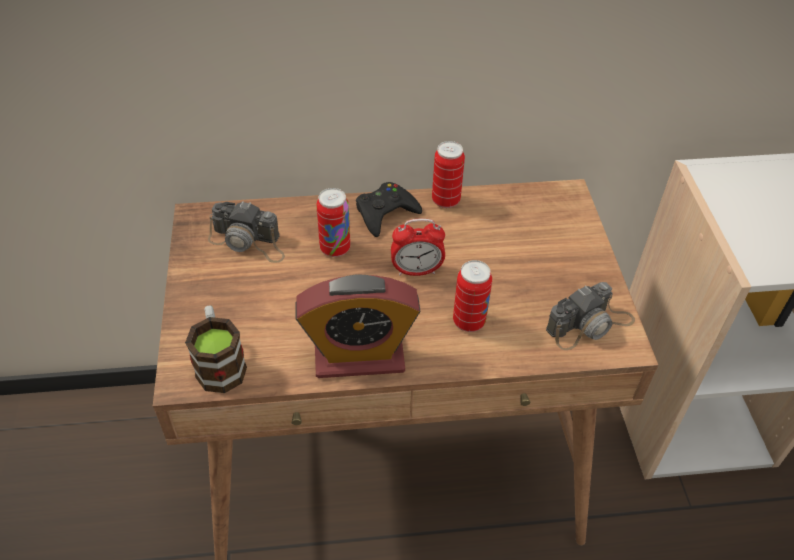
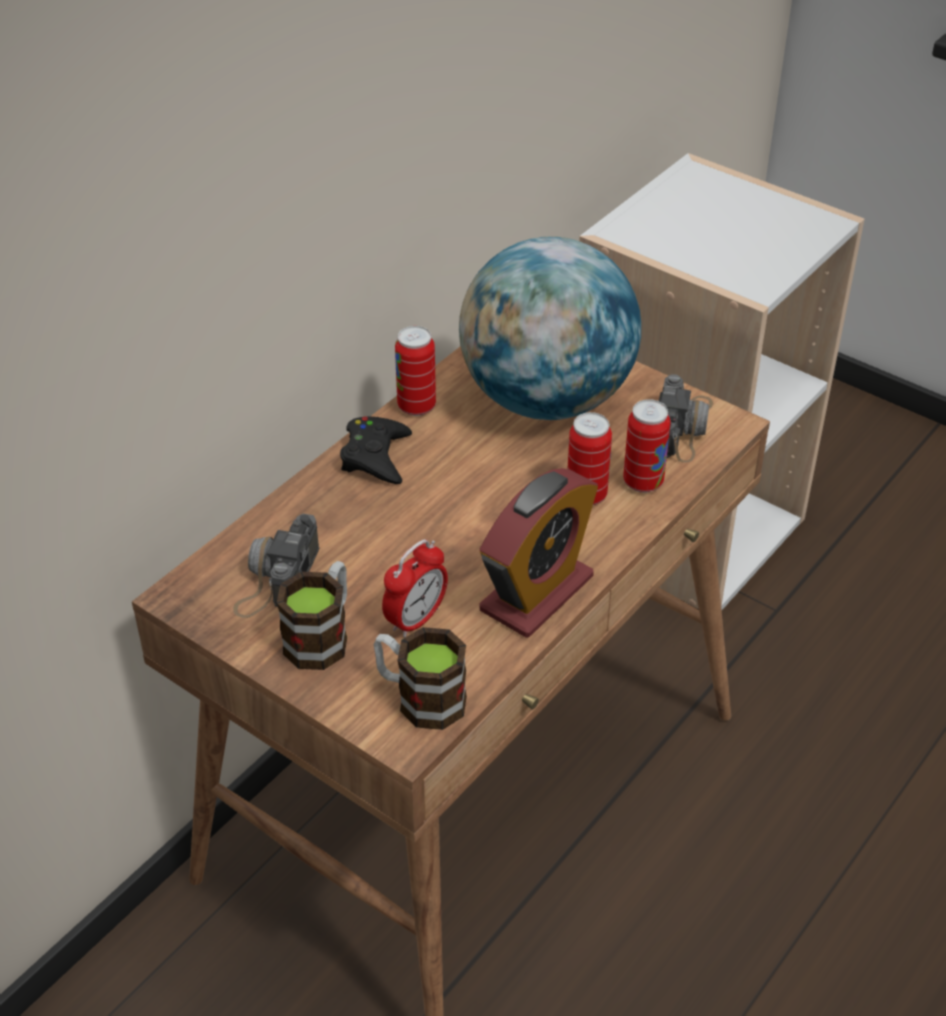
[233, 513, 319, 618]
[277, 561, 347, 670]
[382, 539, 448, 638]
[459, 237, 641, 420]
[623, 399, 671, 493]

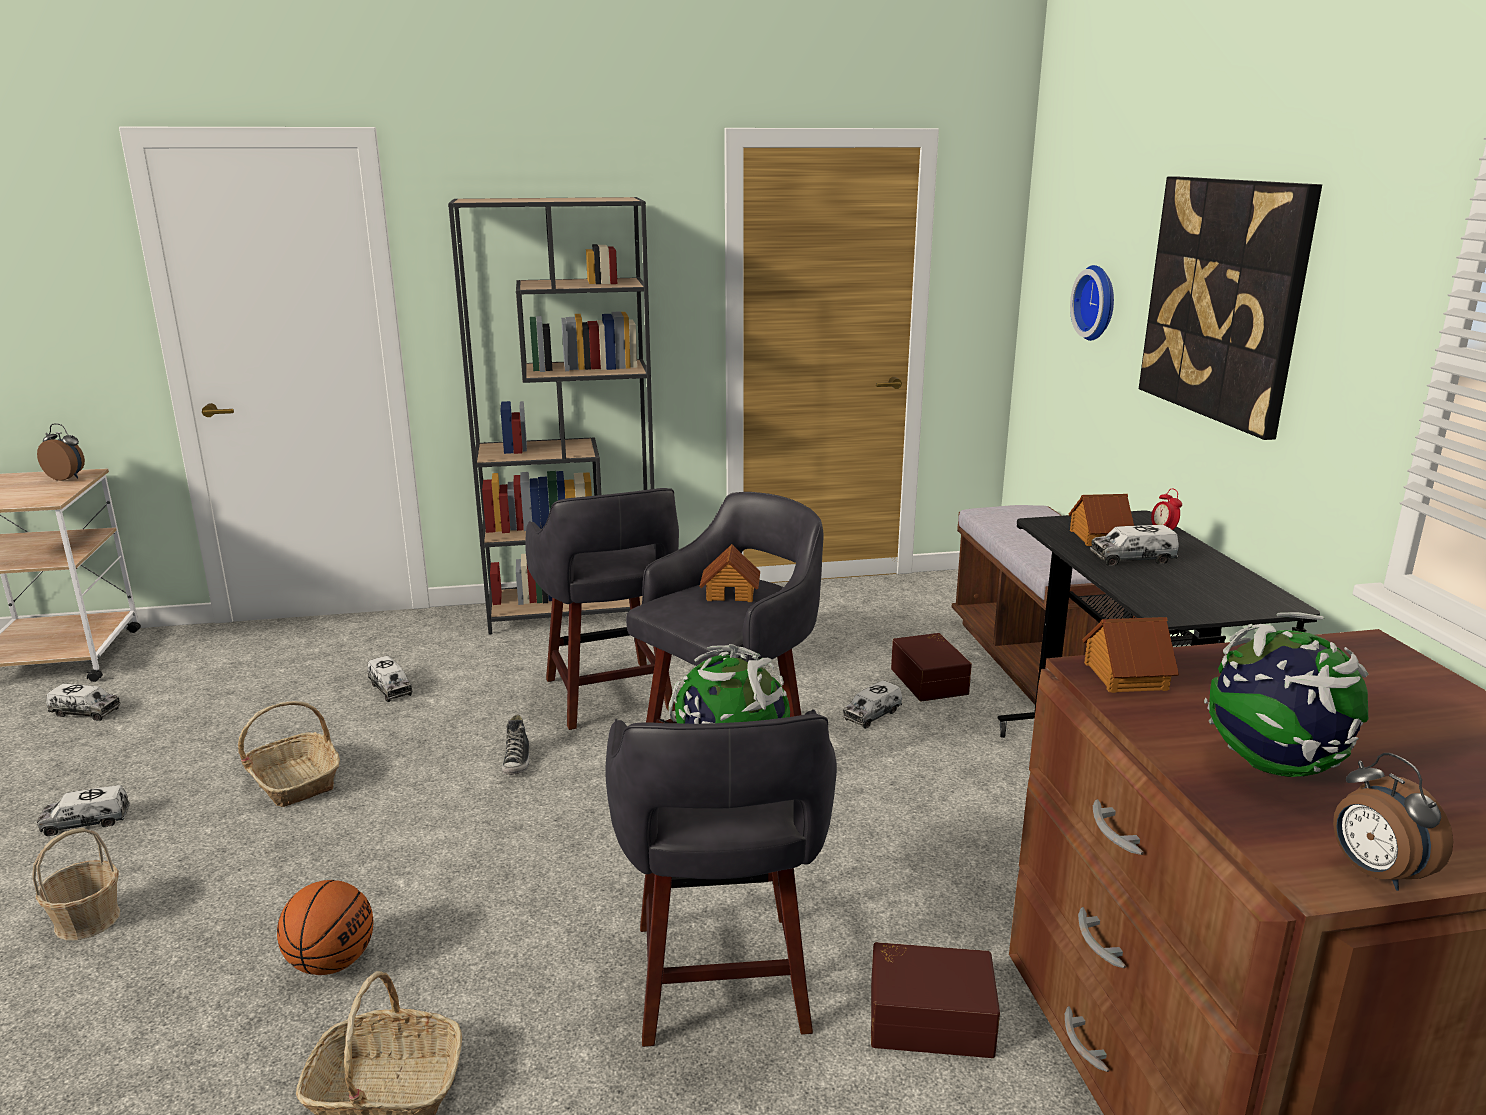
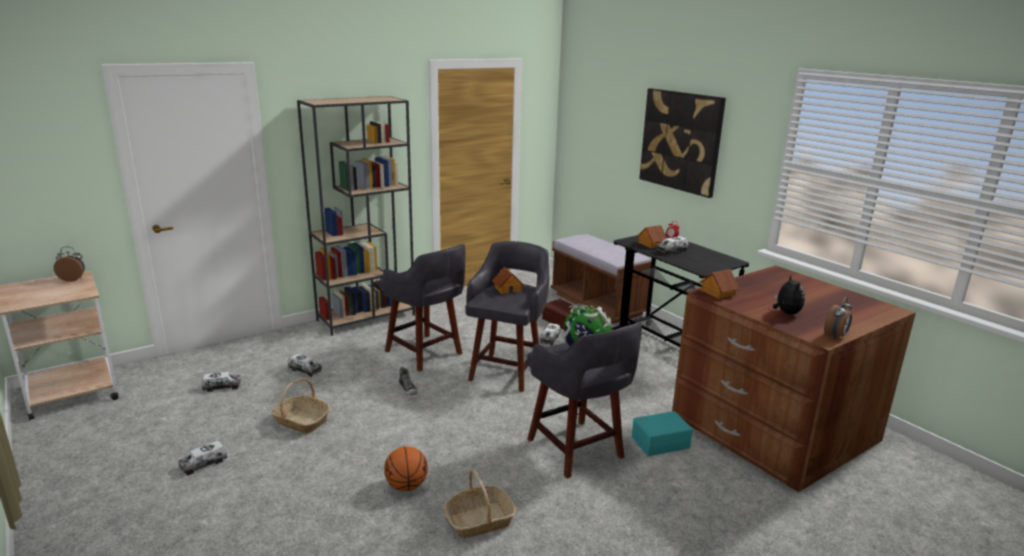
[202, 372, 241, 392]
[632, 411, 693, 456]
[773, 276, 805, 315]
[824, 297, 852, 339]
[32, 828, 120, 940] (first image)
[1070, 265, 1114, 341] (first image)

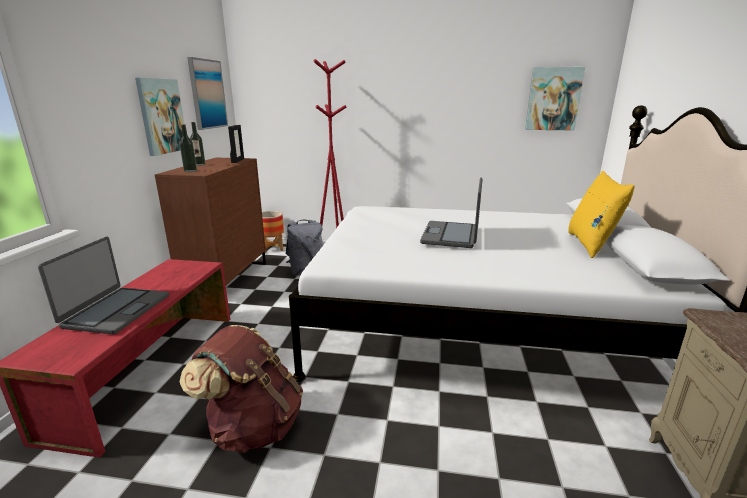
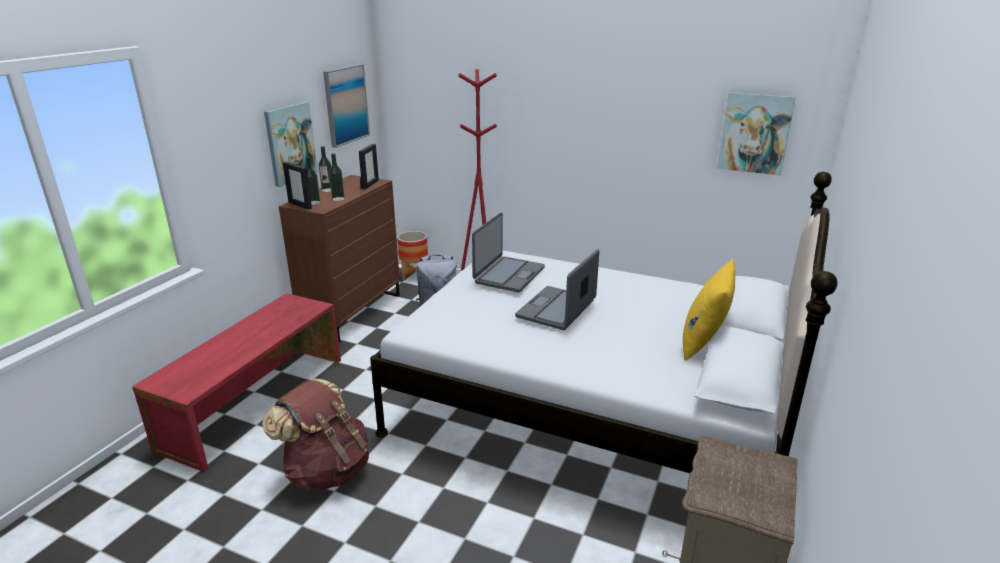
[283, 162, 312, 210]
[329, 153, 345, 201]
[472, 212, 545, 293]

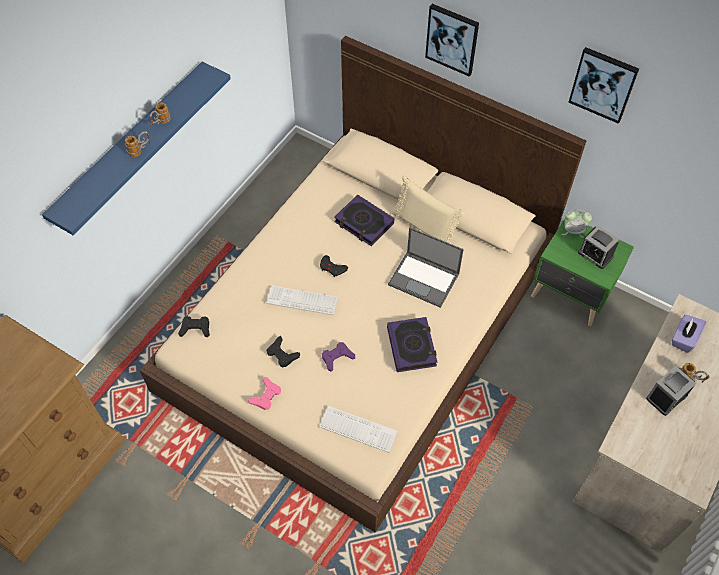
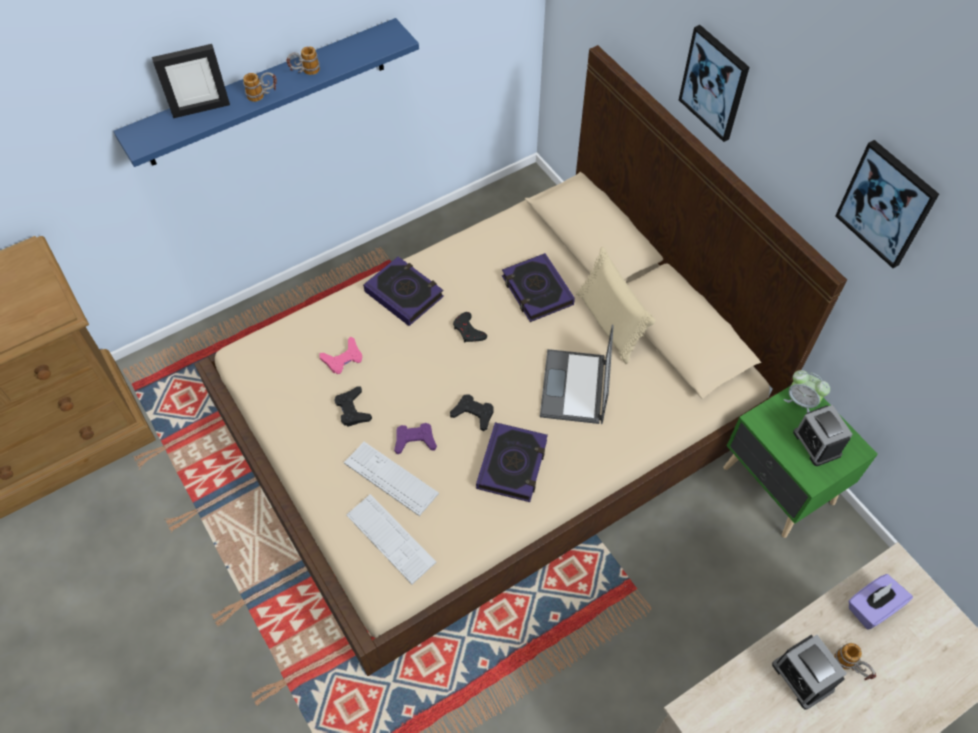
[152, 44, 230, 118]
[320, 337, 363, 374]
[344, 442, 439, 516]
[363, 257, 444, 326]
[450, 394, 494, 431]
[540, 325, 614, 424]
[772, 635, 847, 710]

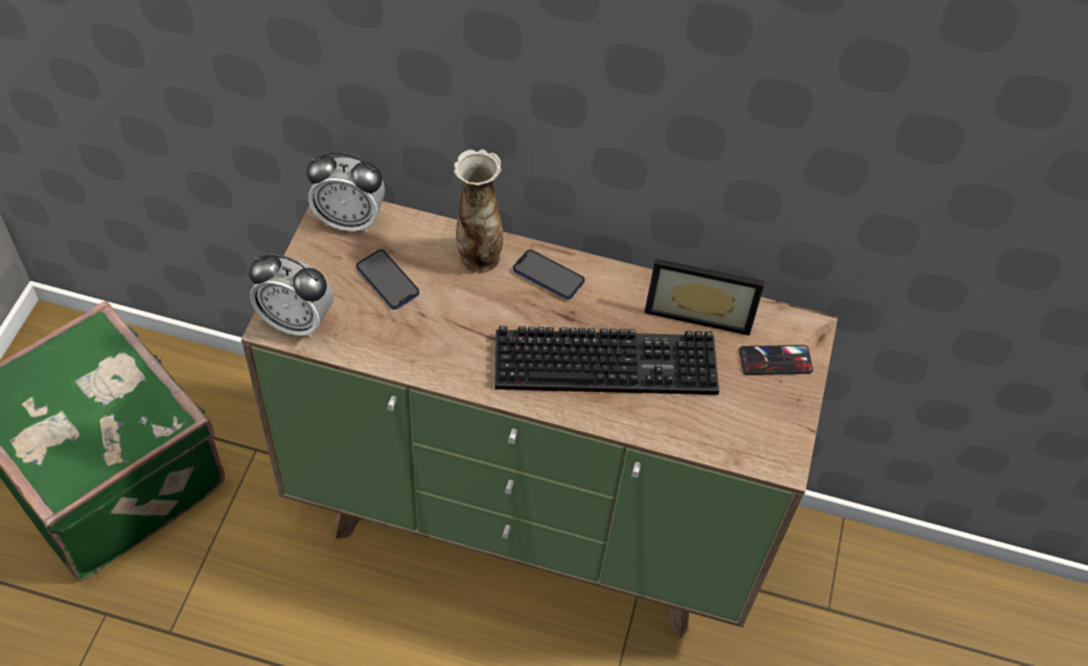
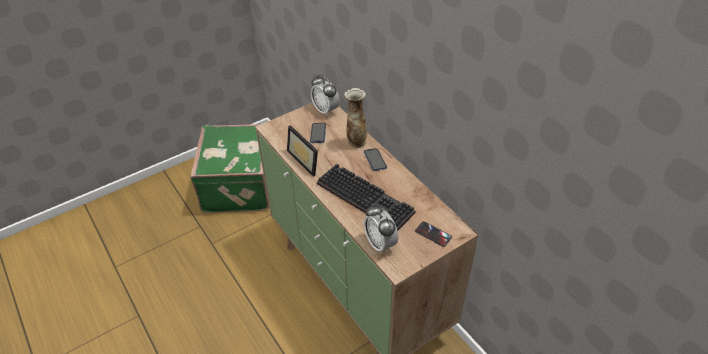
[287, 125, 318, 177]
[364, 204, 398, 254]

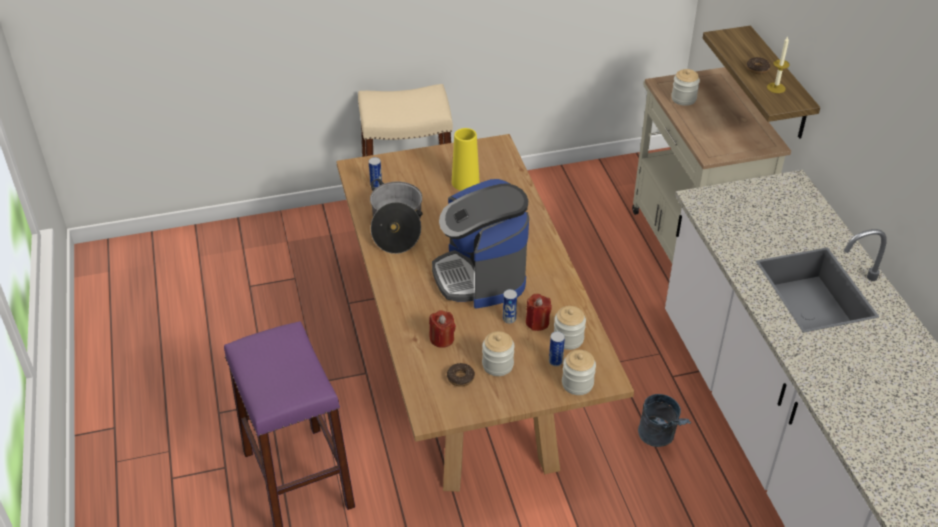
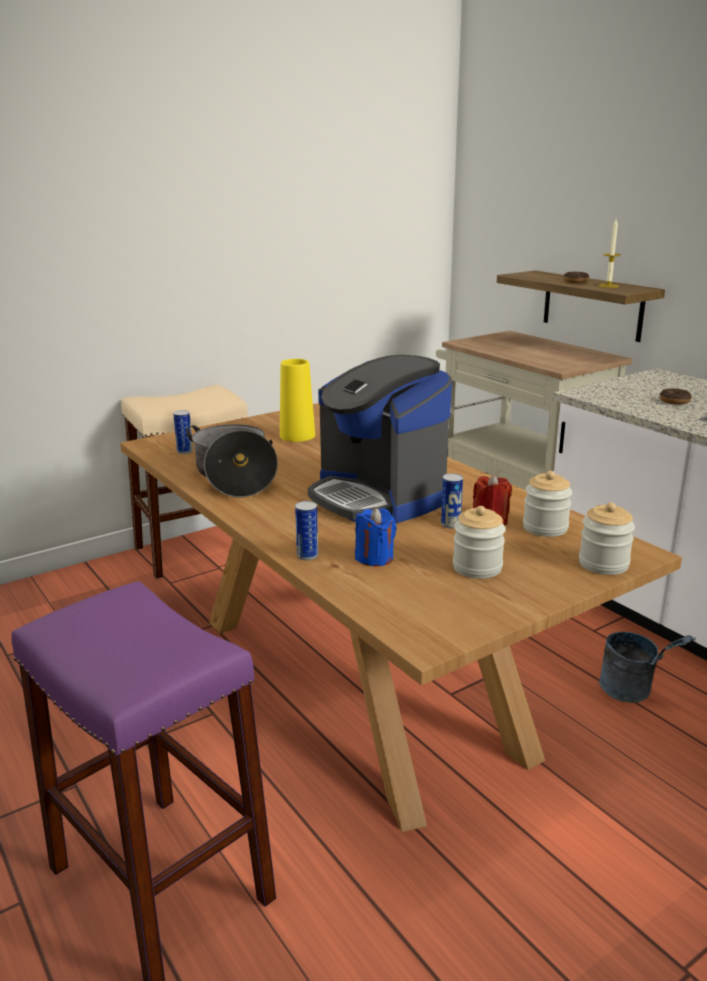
[295, 501, 318, 560]
[355, 508, 397, 566]
[660, 388, 692, 405]
[671, 69, 700, 106] (first image)

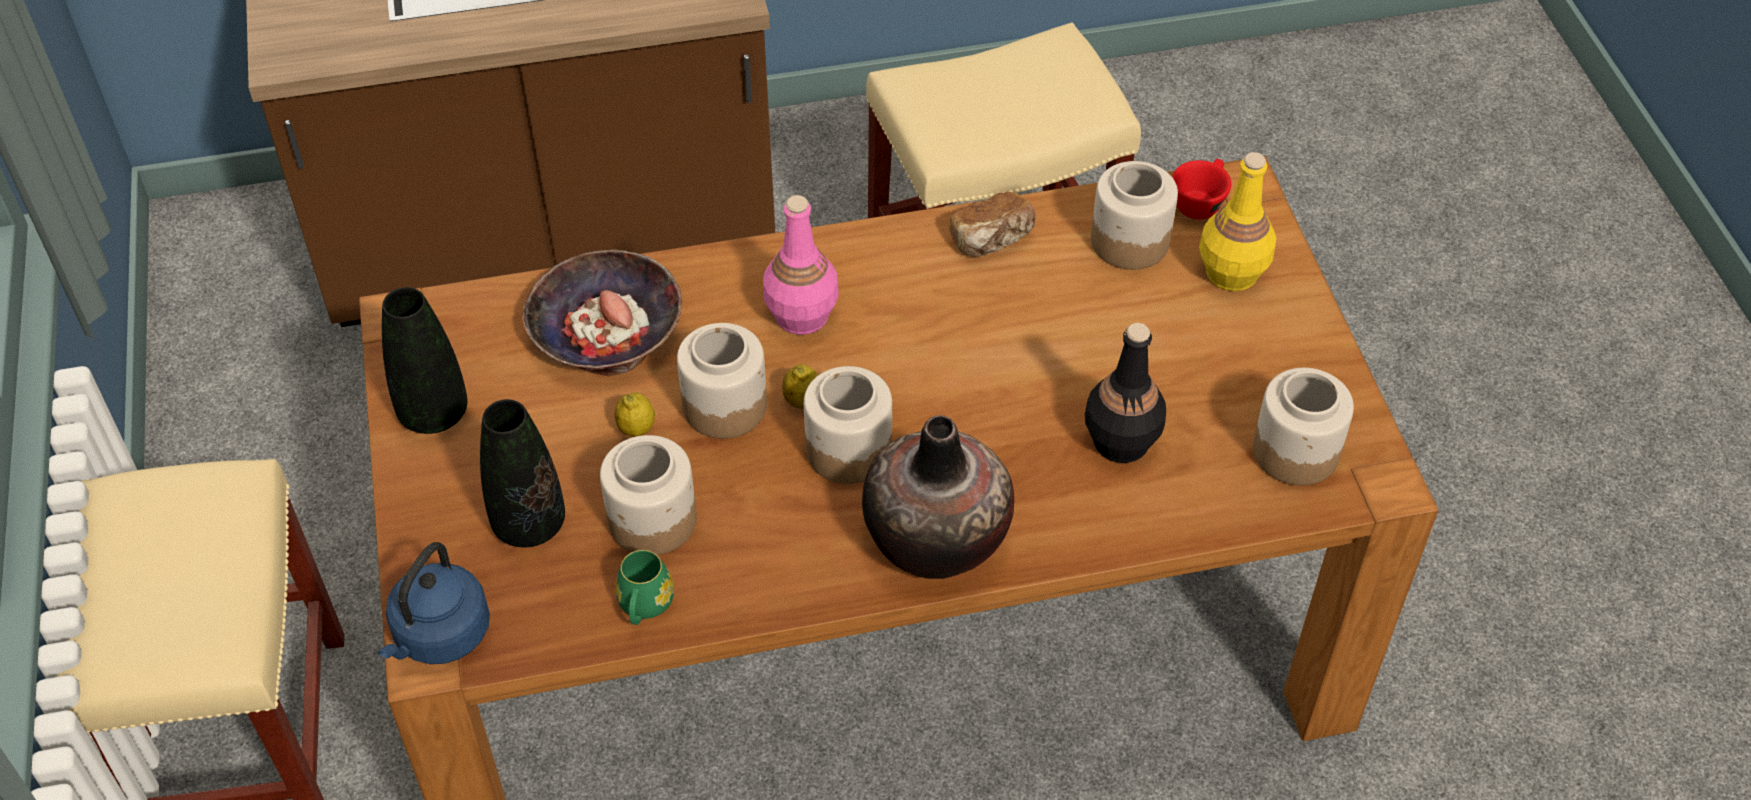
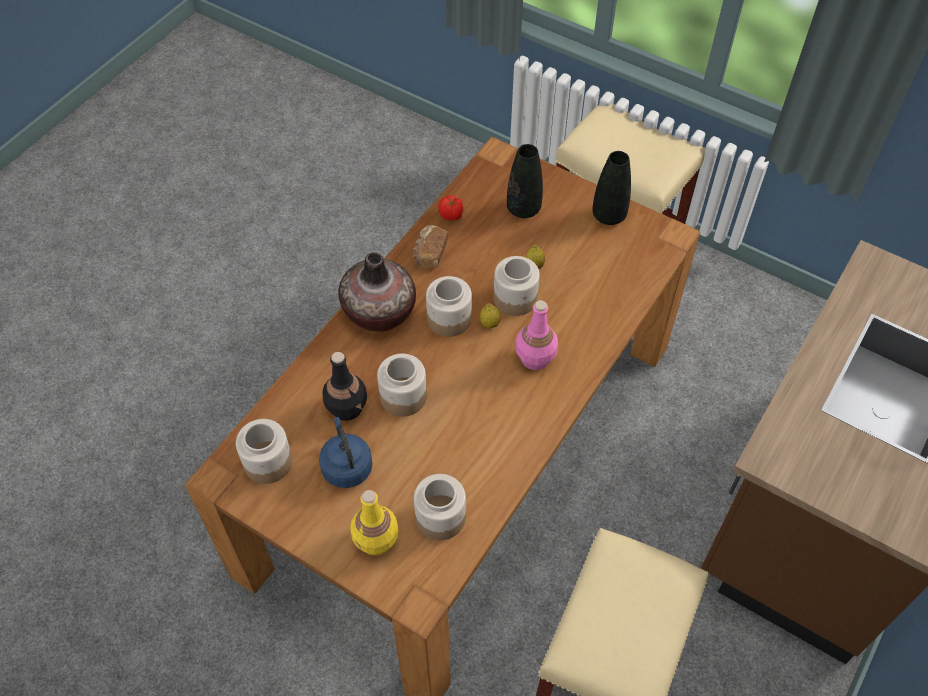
[319, 417, 373, 488]
[377, 354, 427, 417]
[413, 225, 448, 267]
[439, 195, 463, 220]
[522, 249, 682, 377] (first image)
[1172, 159, 1231, 219] (first image)

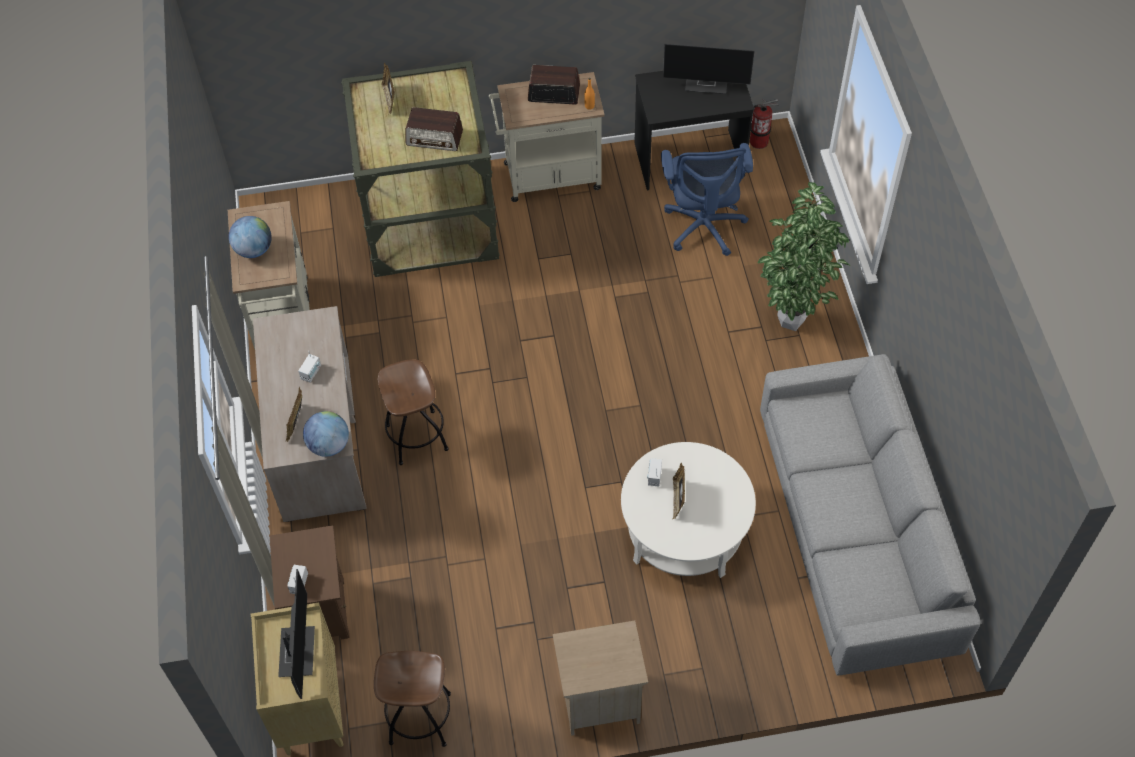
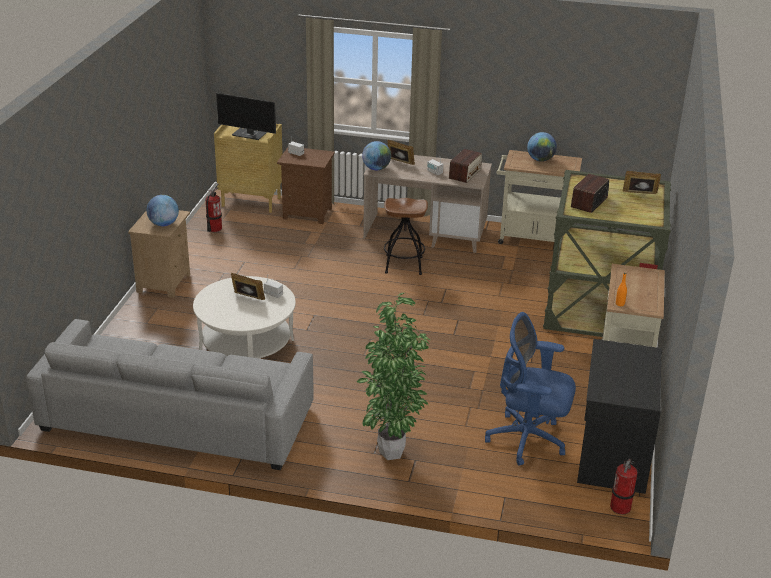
[146, 195, 179, 226]
[205, 183, 222, 232]
[449, 149, 482, 183]
[663, 43, 755, 94] (first image)

